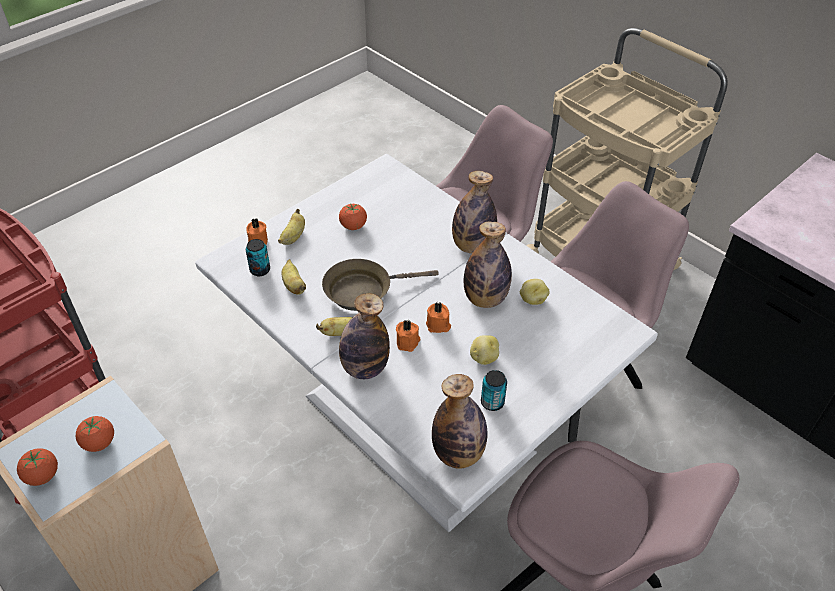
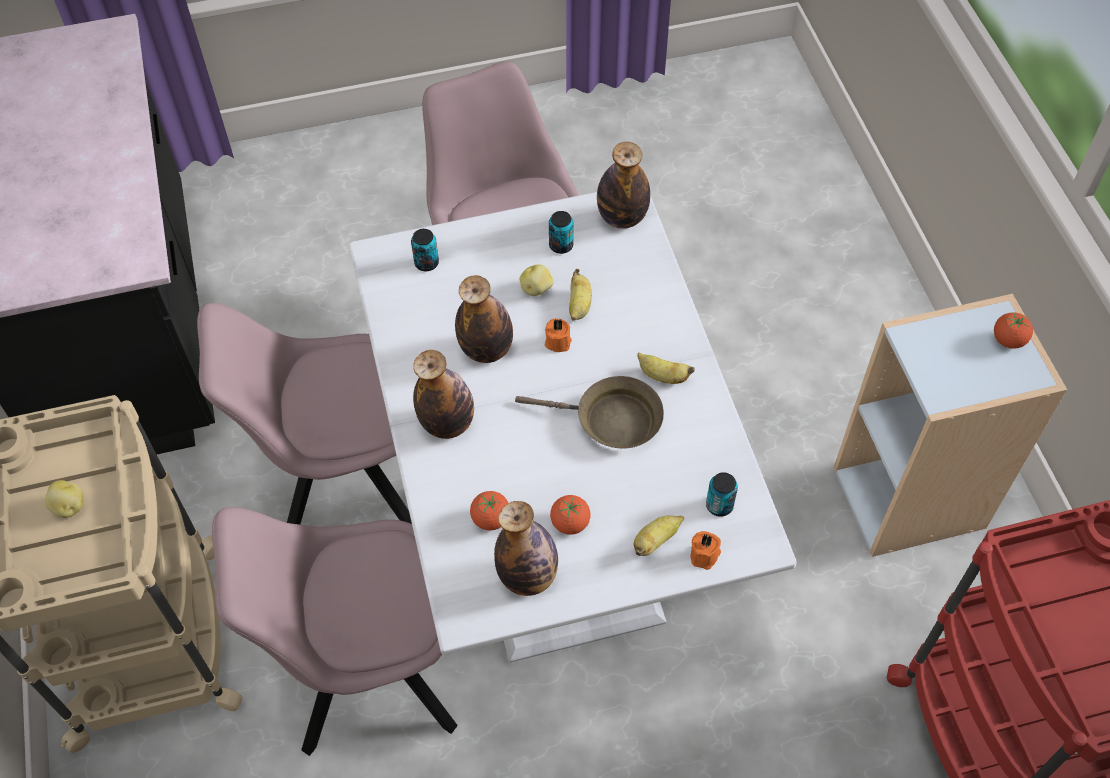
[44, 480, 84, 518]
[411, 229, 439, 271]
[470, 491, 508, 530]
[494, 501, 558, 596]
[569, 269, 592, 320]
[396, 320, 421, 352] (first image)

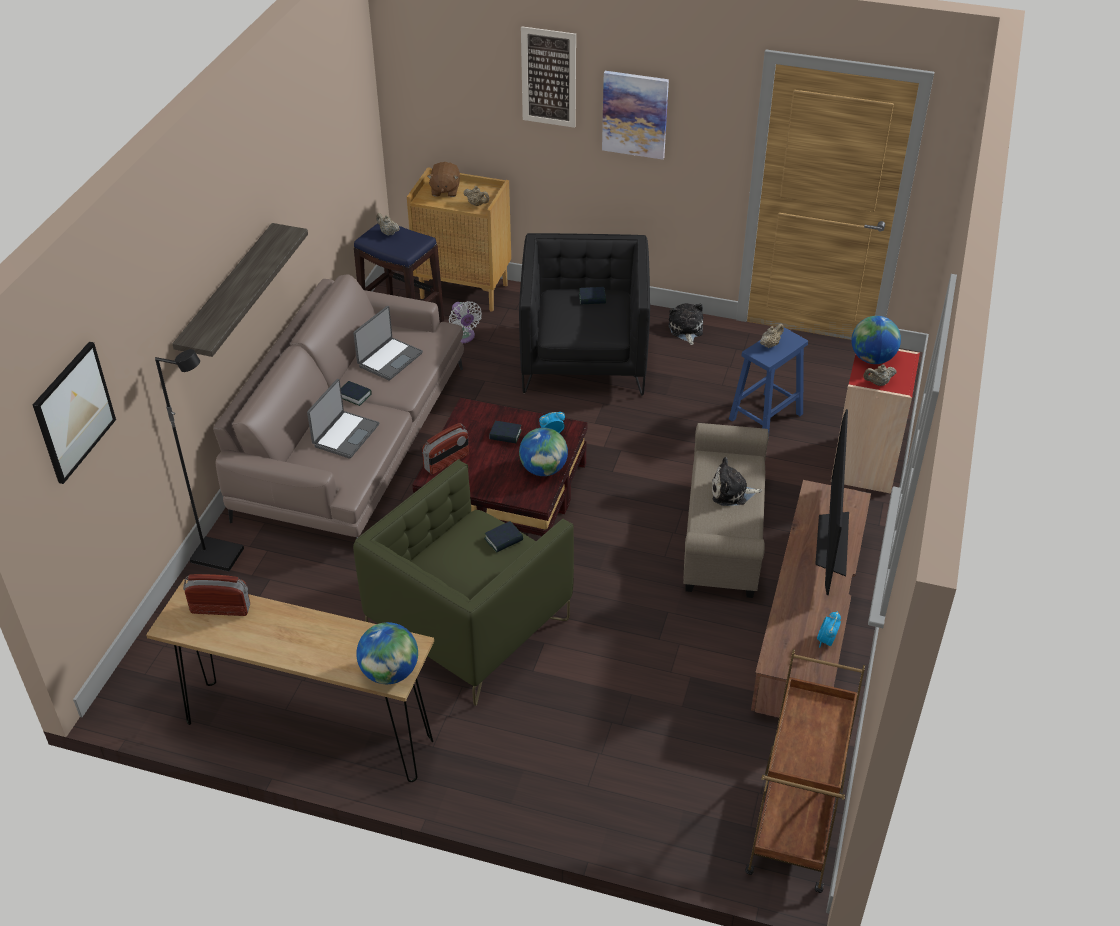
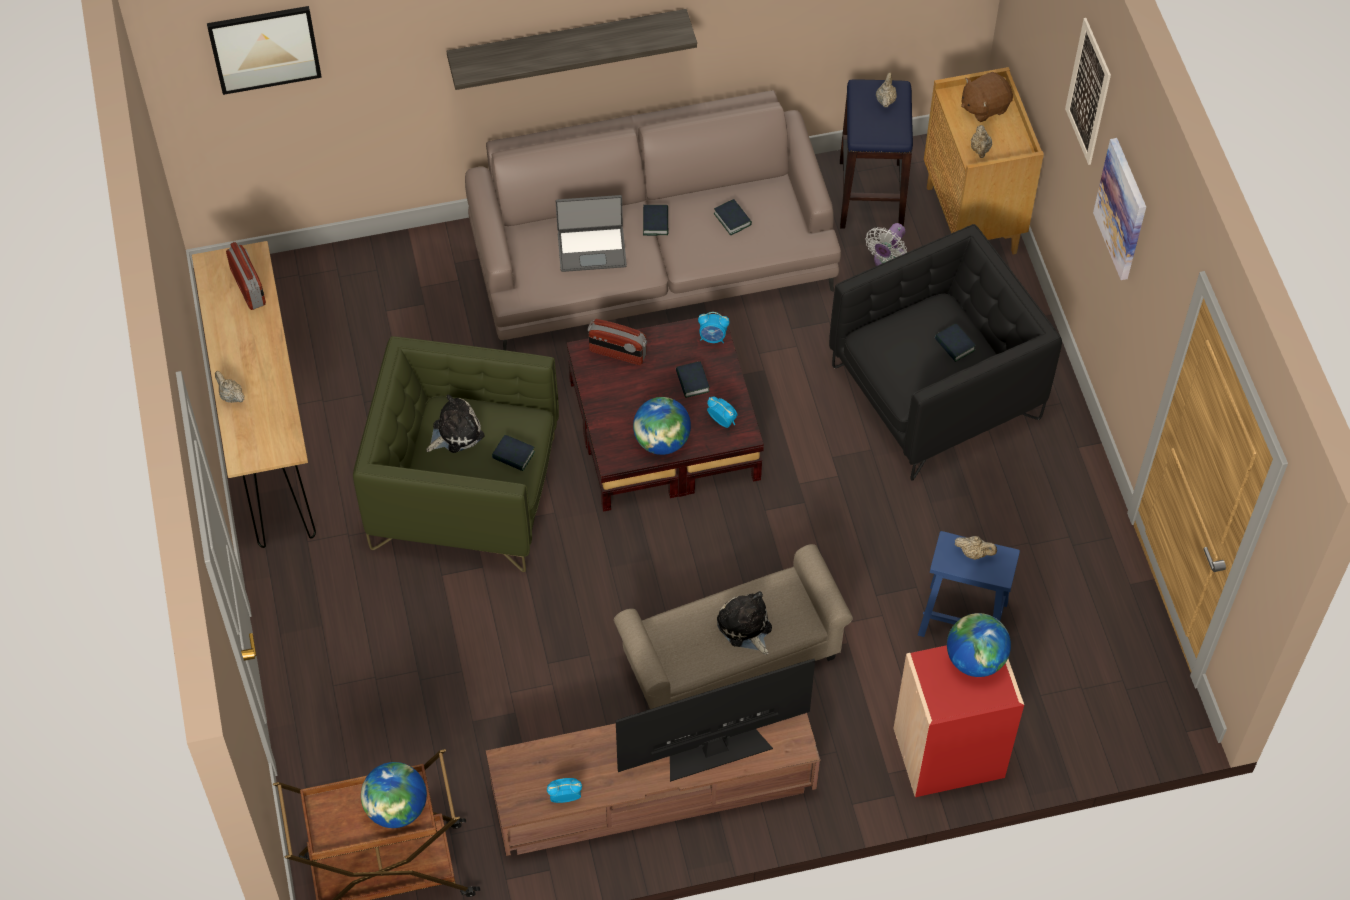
[215, 371, 244, 403]
[361, 762, 427, 828]
[426, 394, 484, 453]
[698, 312, 730, 343]
[714, 199, 752, 235]
[155, 349, 244, 572] (first image)

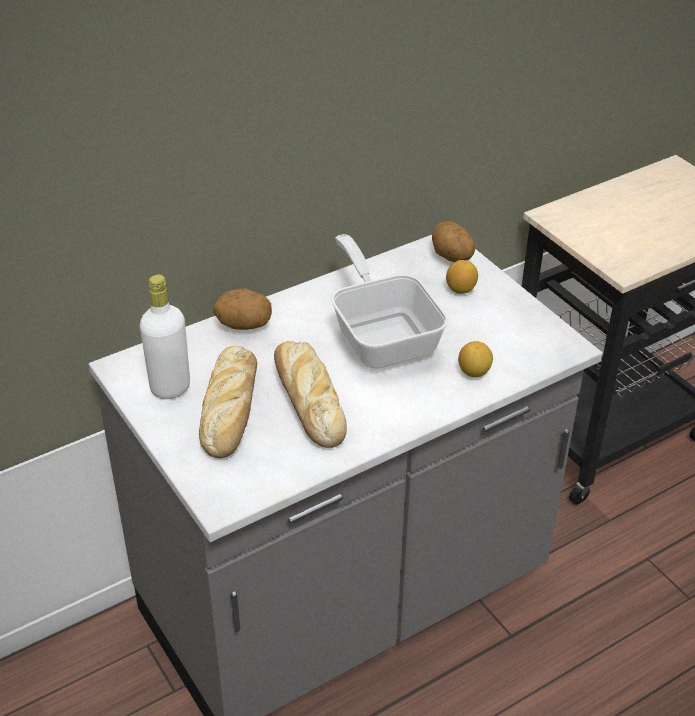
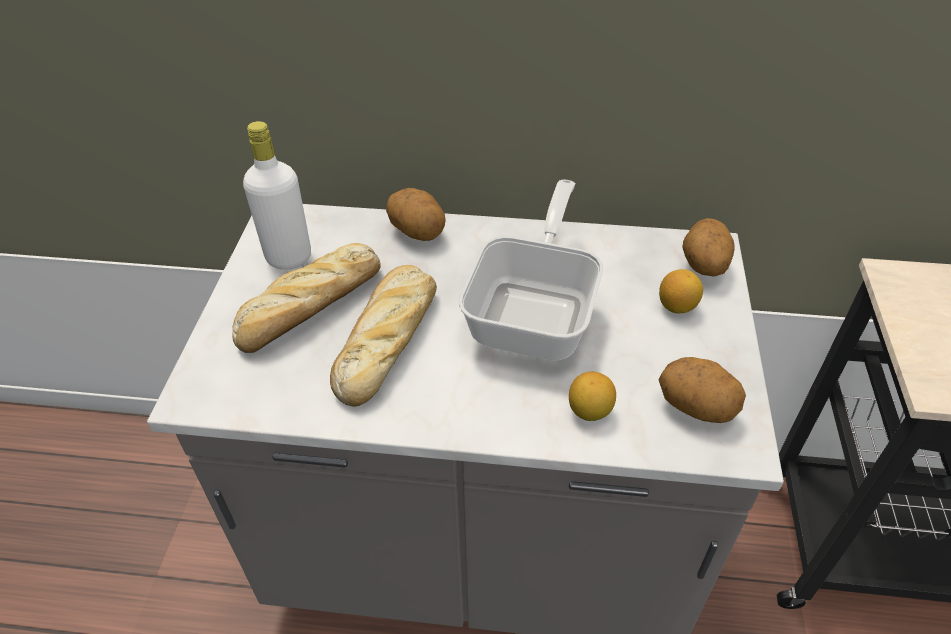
[659, 357, 746, 423]

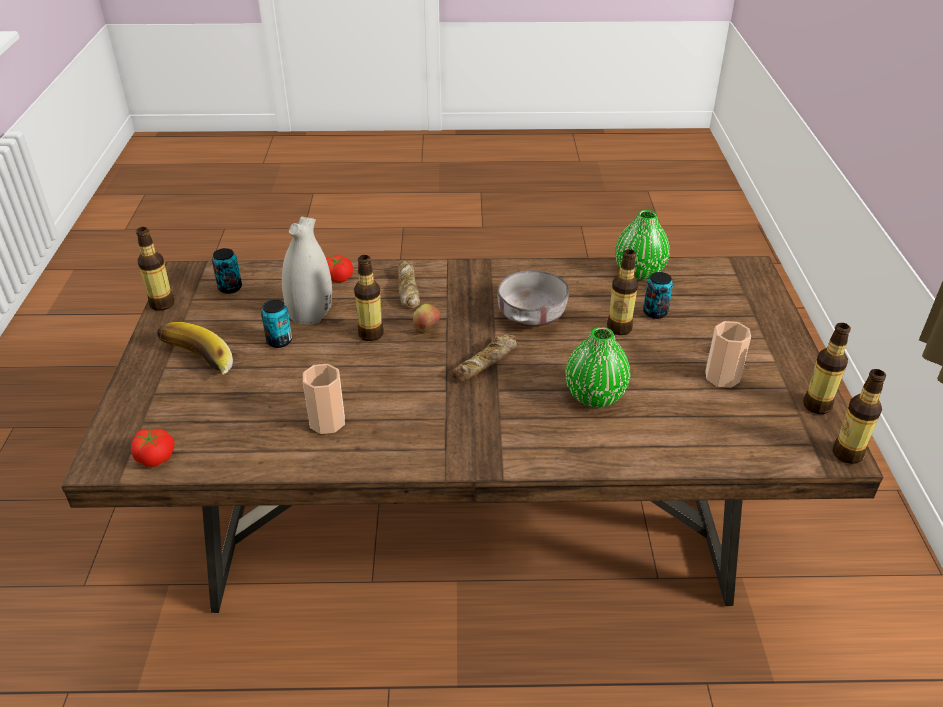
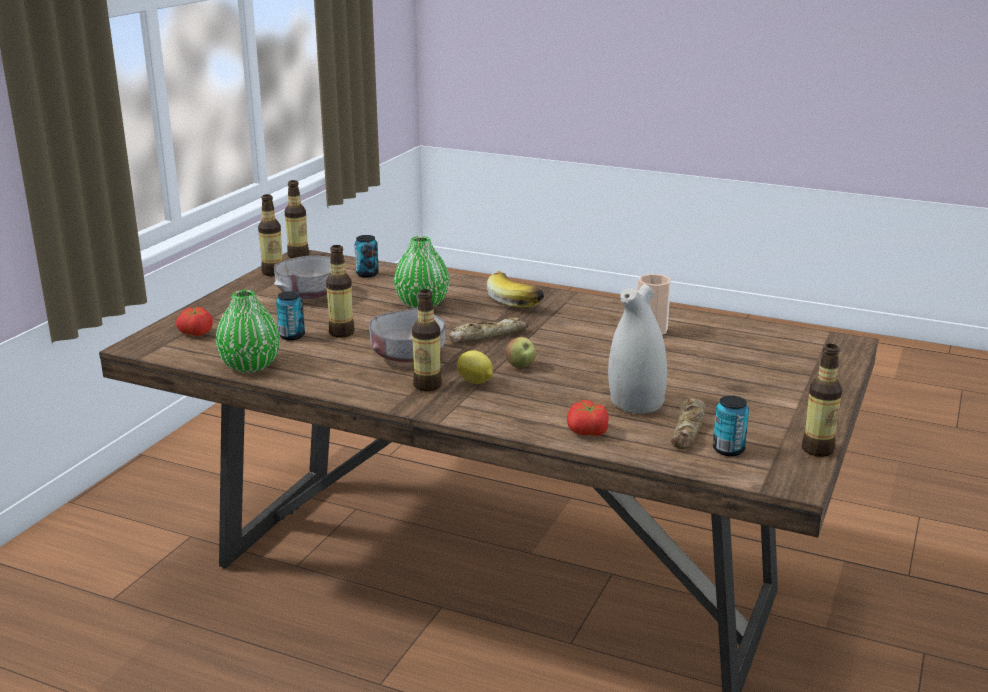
[176, 307, 213, 337]
[274, 255, 331, 299]
[354, 235, 379, 278]
[412, 289, 442, 391]
[457, 350, 493, 384]
[487, 270, 544, 307]
[671, 398, 706, 449]

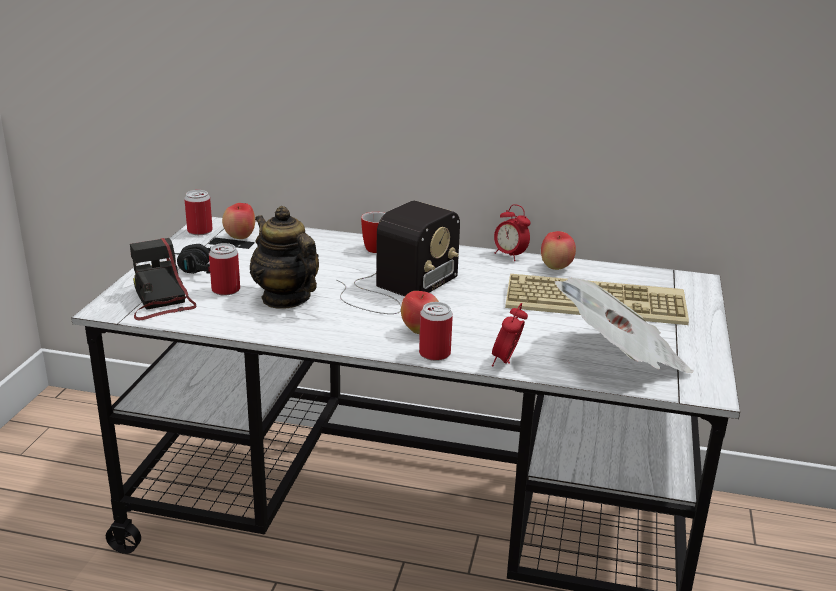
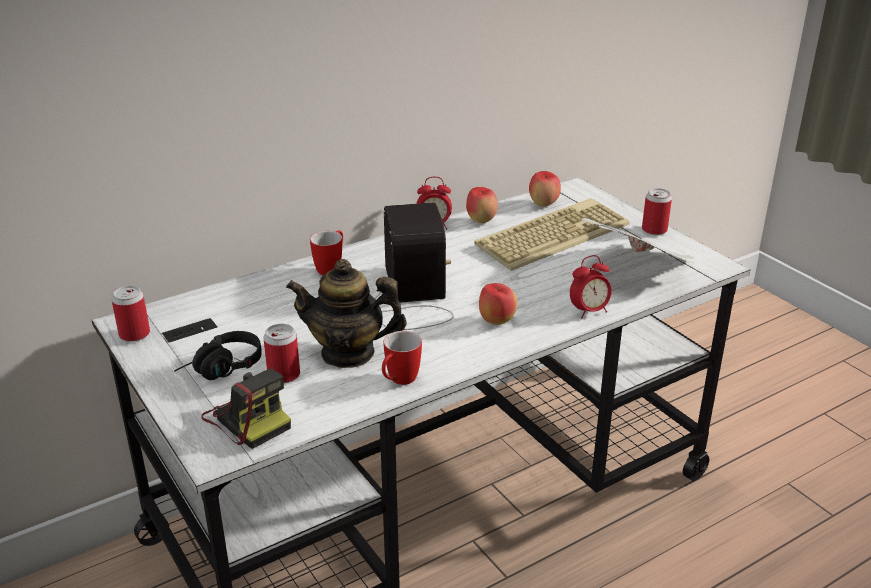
[201, 368, 291, 449]
[382, 331, 422, 385]
[529, 171, 561, 207]
[570, 255, 612, 318]
[642, 188, 672, 235]

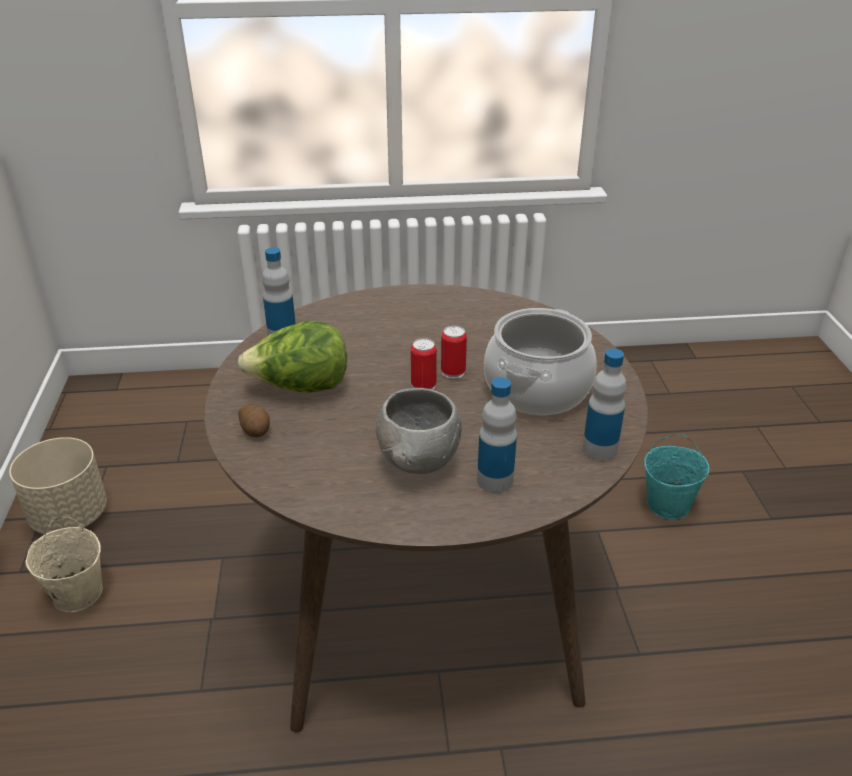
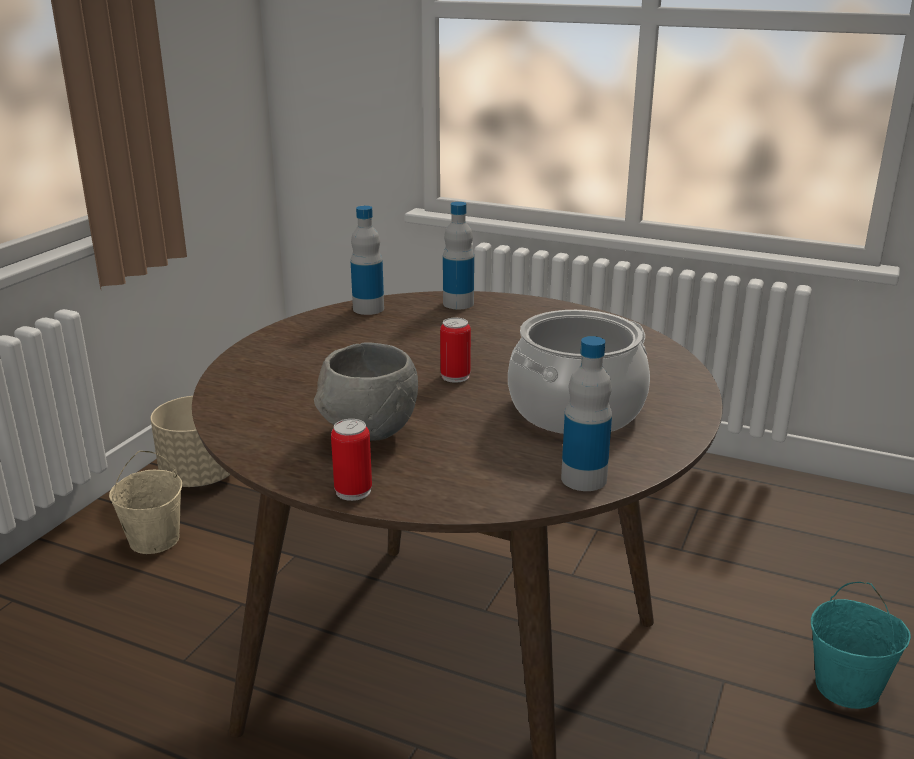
[331, 419, 372, 501]
[443, 202, 474, 309]
[238, 321, 347, 392] (first image)
[238, 404, 270, 437] (first image)

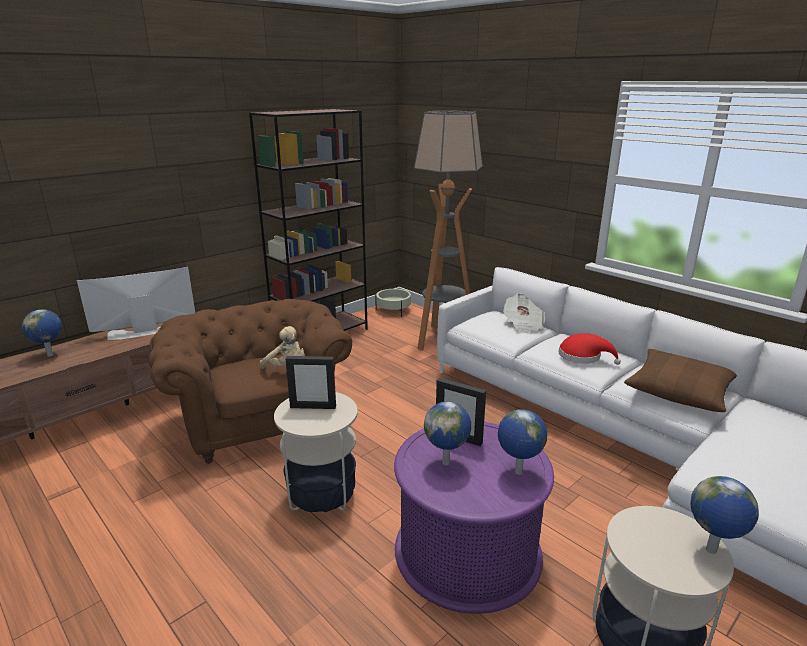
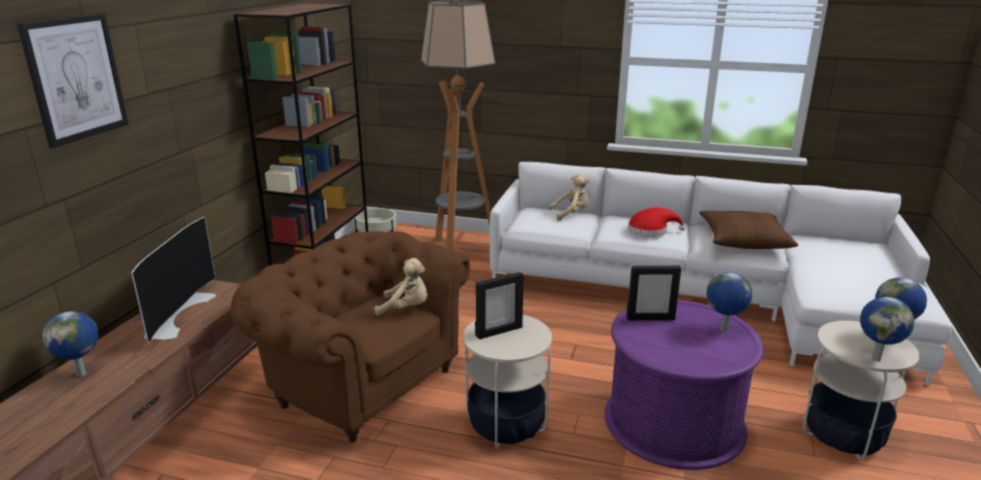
[17, 13, 128, 148]
[131, 217, 216, 344]
[549, 173, 590, 221]
[860, 297, 914, 362]

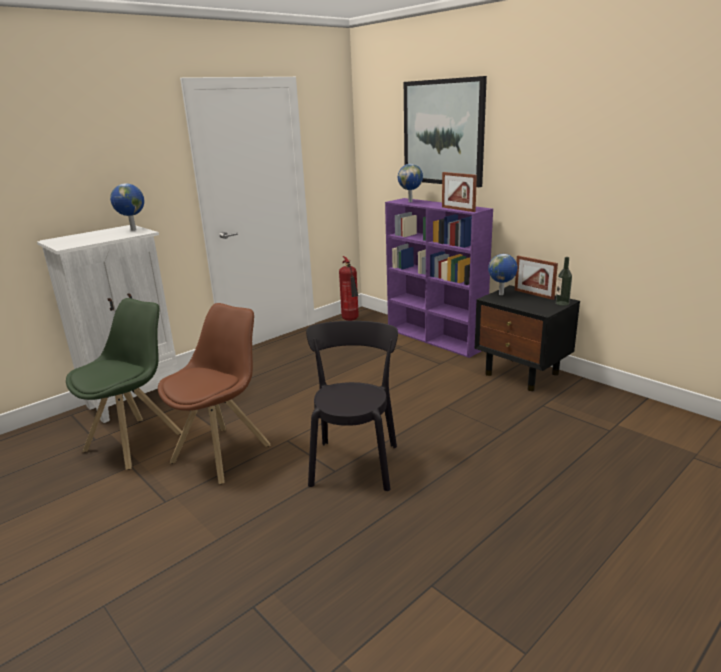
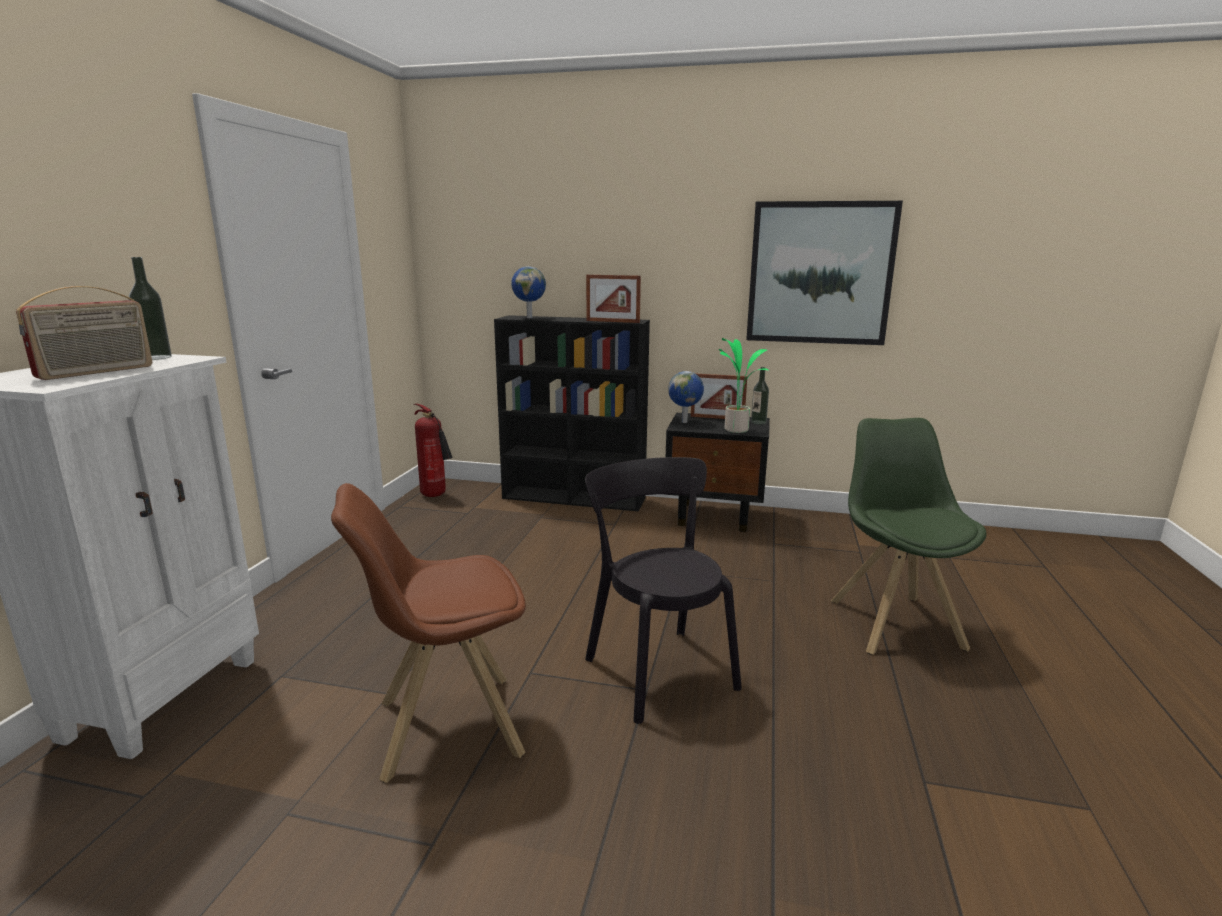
[16, 286, 152, 380]
[129, 257, 172, 360]
[331, 483, 526, 783]
[494, 315, 650, 512]
[719, 338, 769, 433]
[746, 201, 903, 345]
[831, 418, 987, 655]

